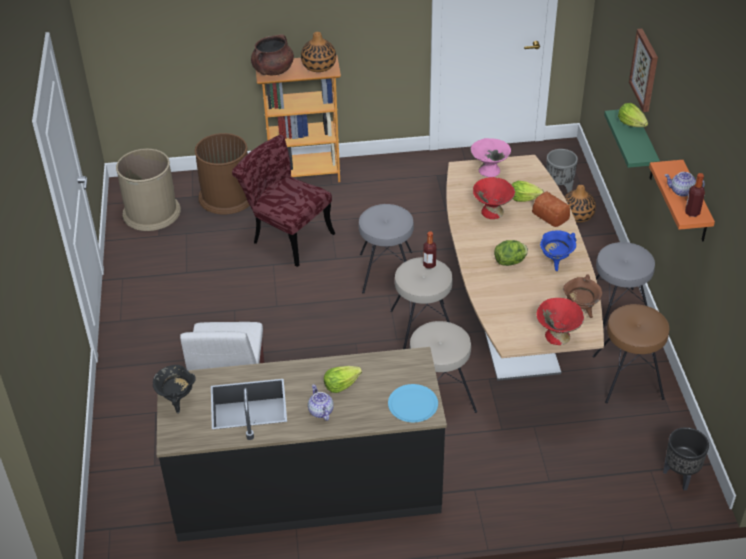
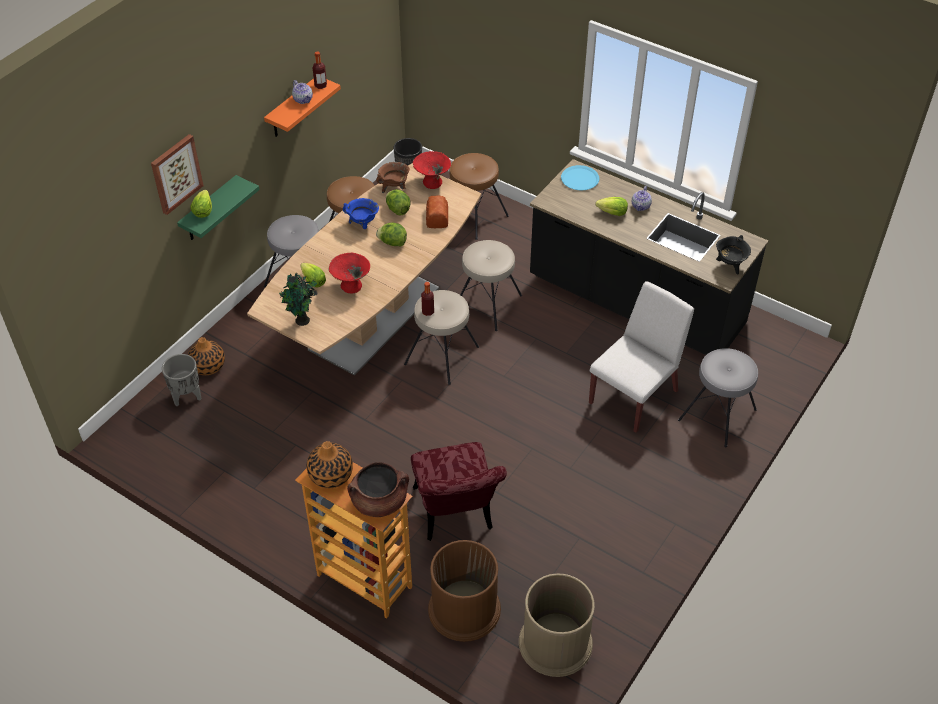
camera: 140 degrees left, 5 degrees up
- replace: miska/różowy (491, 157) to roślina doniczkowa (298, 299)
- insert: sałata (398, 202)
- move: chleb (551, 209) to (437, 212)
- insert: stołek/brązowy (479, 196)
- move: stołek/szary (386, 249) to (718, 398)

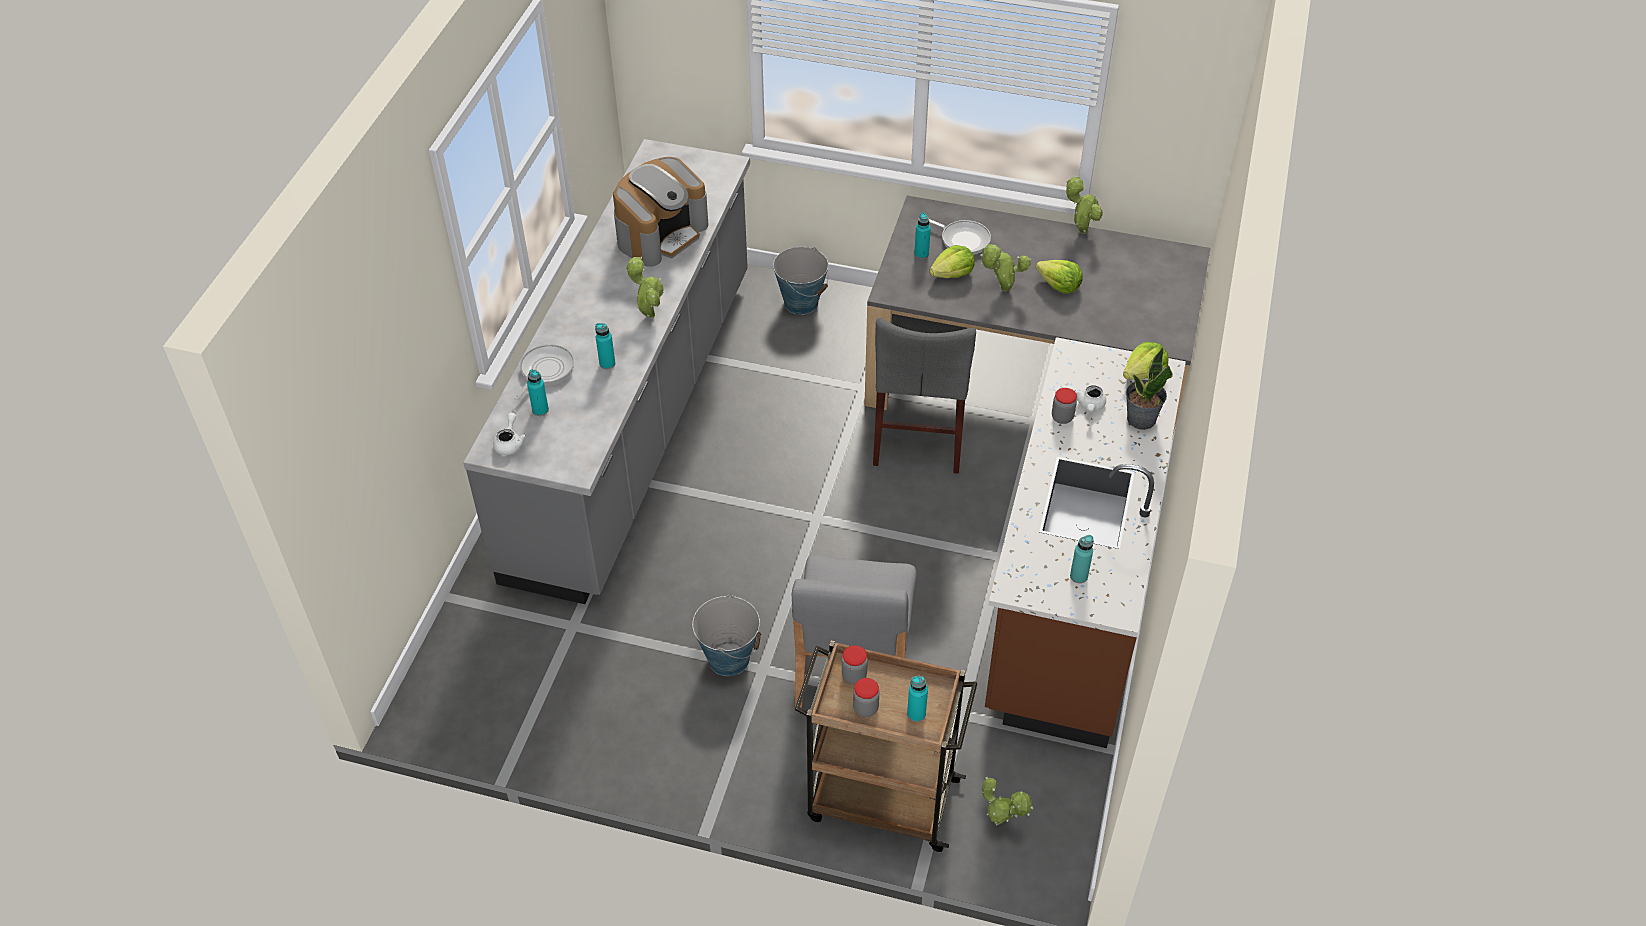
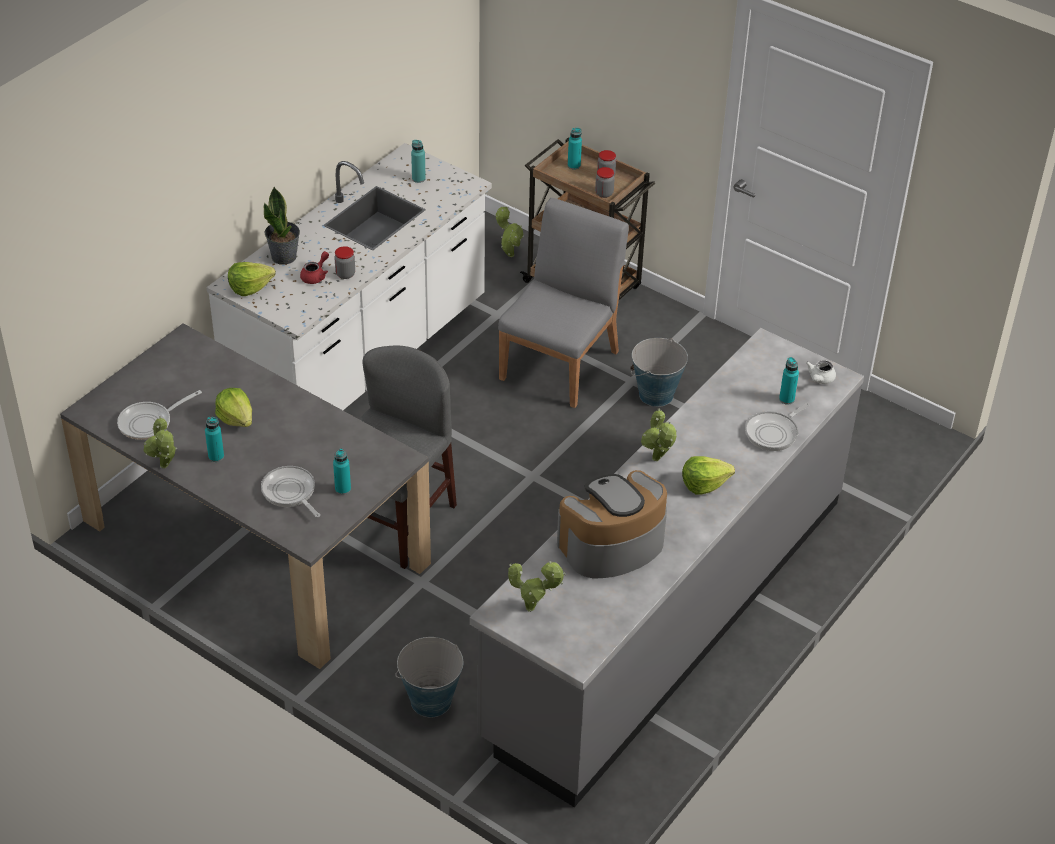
camera: 160 degrees left, 5 degrees down
- insert: patelnia (159, 415)
- move: butelka/turkusowy (605, 346) to (214, 439)
- recolor: zabudowa kuchenna/brązowy (1085, 542) to zabudowa kuchenna/biały (349, 276)
- recolor: imbryk/biały (1090, 398) to imbryk/czerwony (314, 267)
- move: roślina doniczkowa (1005, 267) to (537, 586)
- move: sałata (952, 261) to (708, 475)

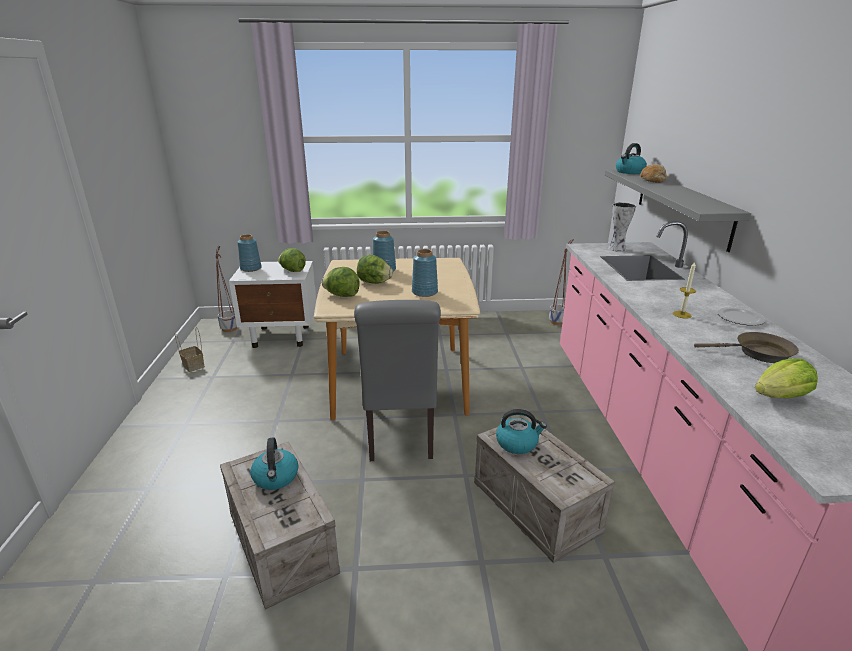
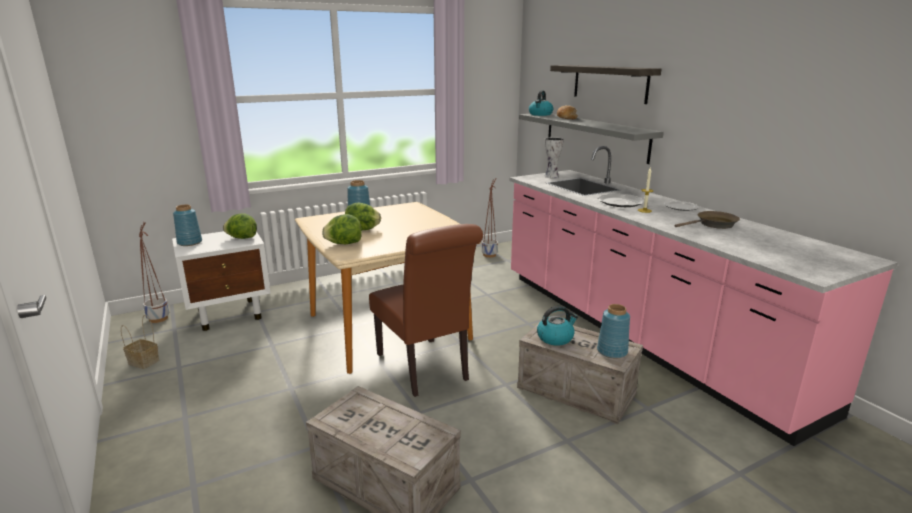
camera: 25 degrees left, 5 degrees down
- recolor: krzesło/szary (397, 380) to krzesło/brązowy (426, 310)
- insert: półka (606, 84)
- move: wazon/niebieski (425, 273) to (613, 331)
- insert: talerz (621, 200)
- delete: czajnik (274, 463)
- delete: sałata (786, 378)

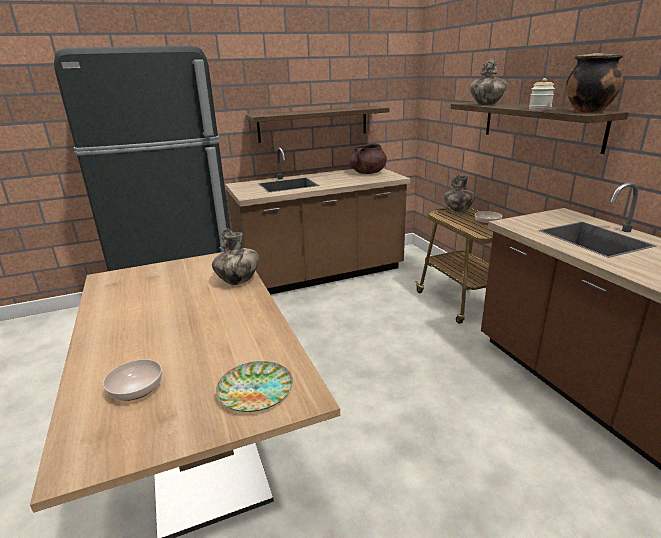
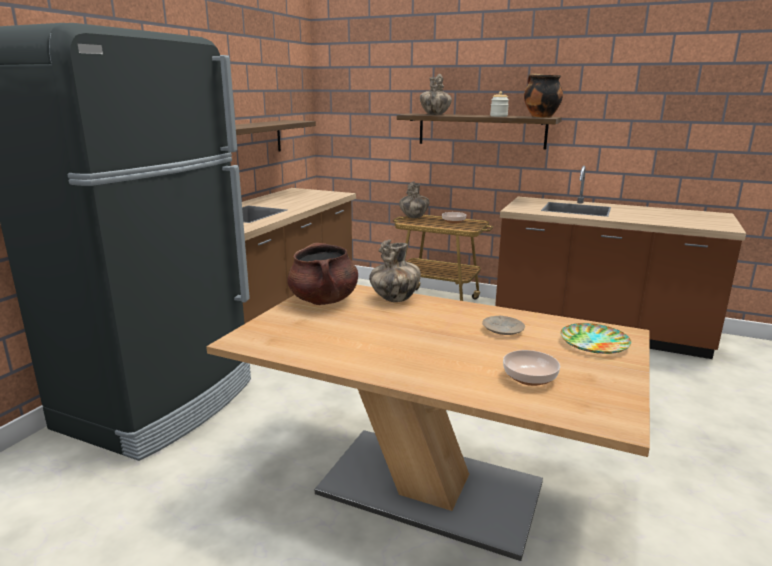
camera: 45 degrees left, 5 degrees down
- move: garnek/brązowy (368, 158) to (322, 274)
- insert: talerz/beżowy (503, 325)

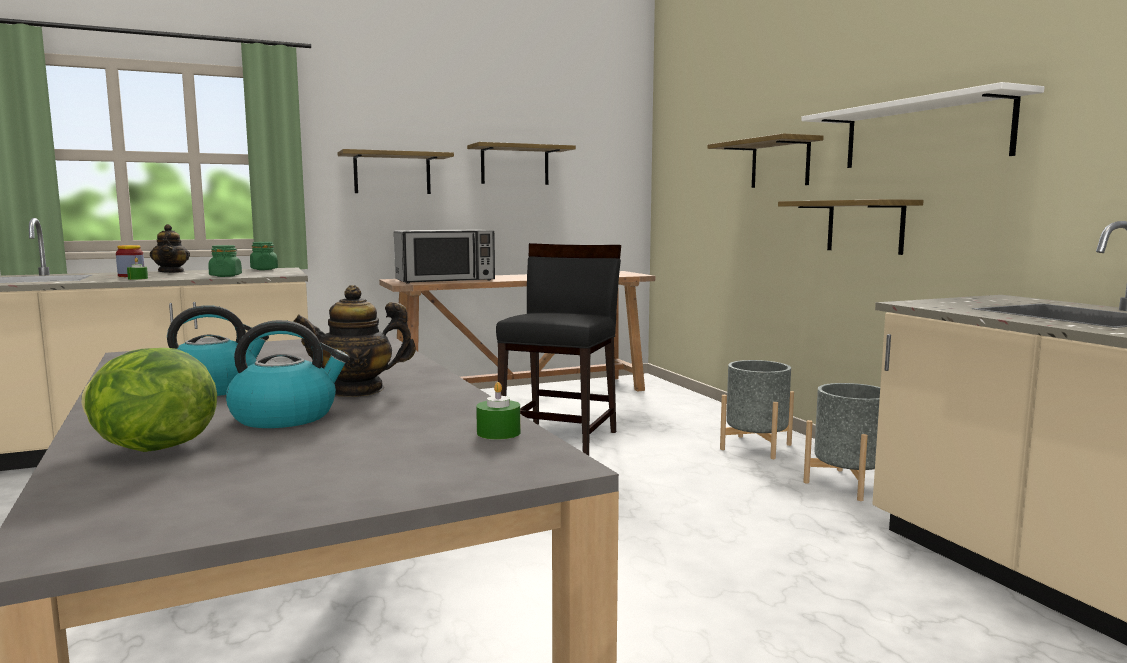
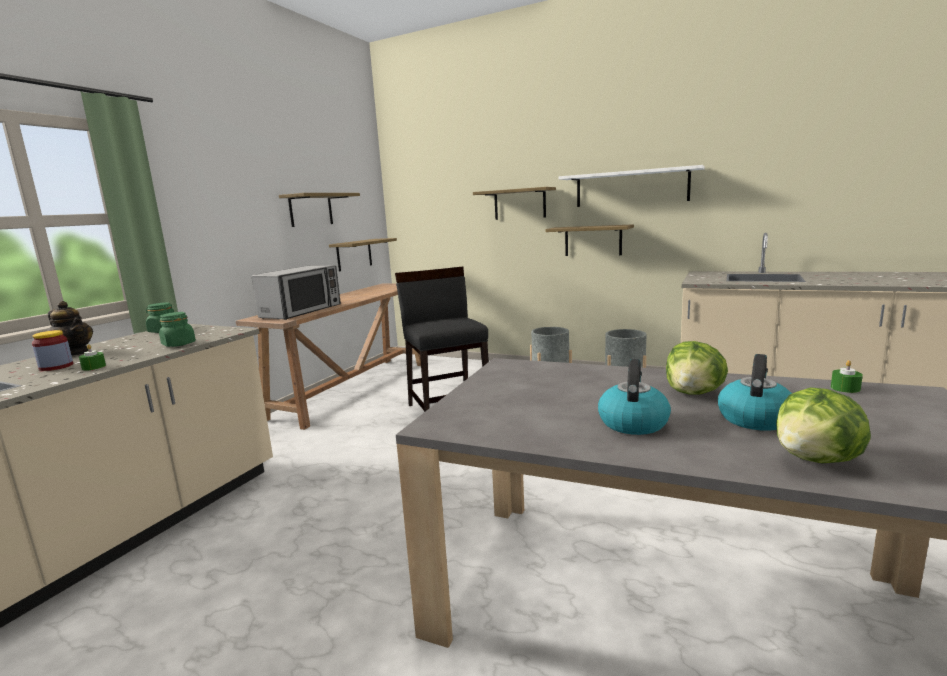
camera: 40 degrees left, 5 degrees up
- move: półka (396, 171) to (363, 255)
- replace: imbryk (354, 341) to sałata (697, 368)

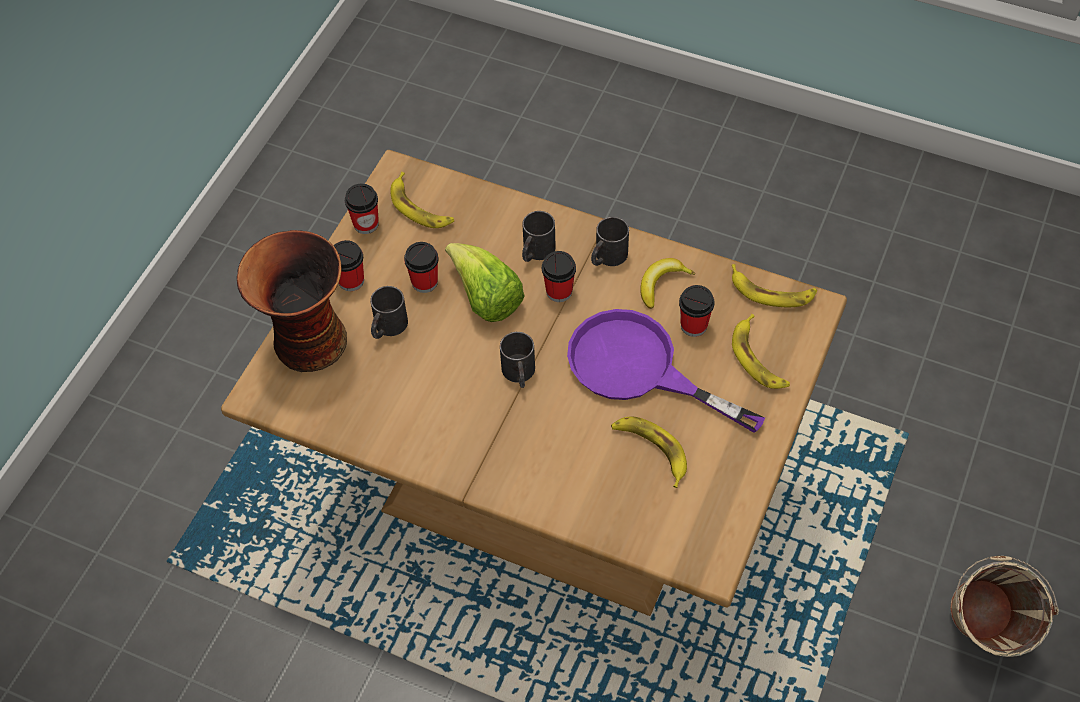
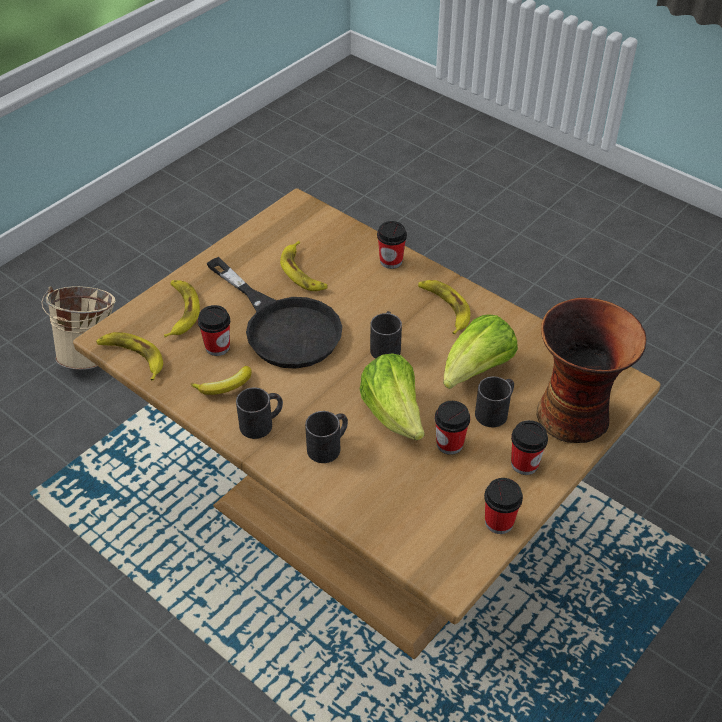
camera: 165 degrees left, 10 degrees down
- recolor: patelnia/fioletowy (666, 371) to patelnia/czarny (274, 313)
- move: filiżanka (559, 276) to (392, 245)
- move: banan (422, 200) to (444, 307)
- insert: sałata (480, 351)

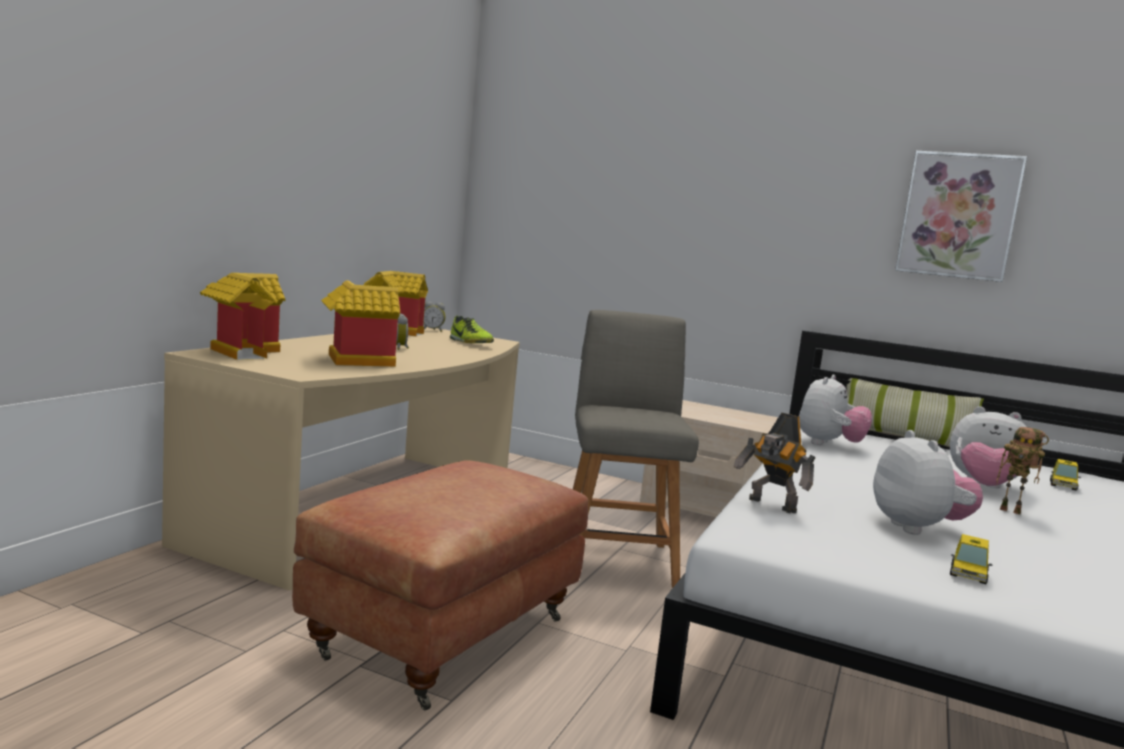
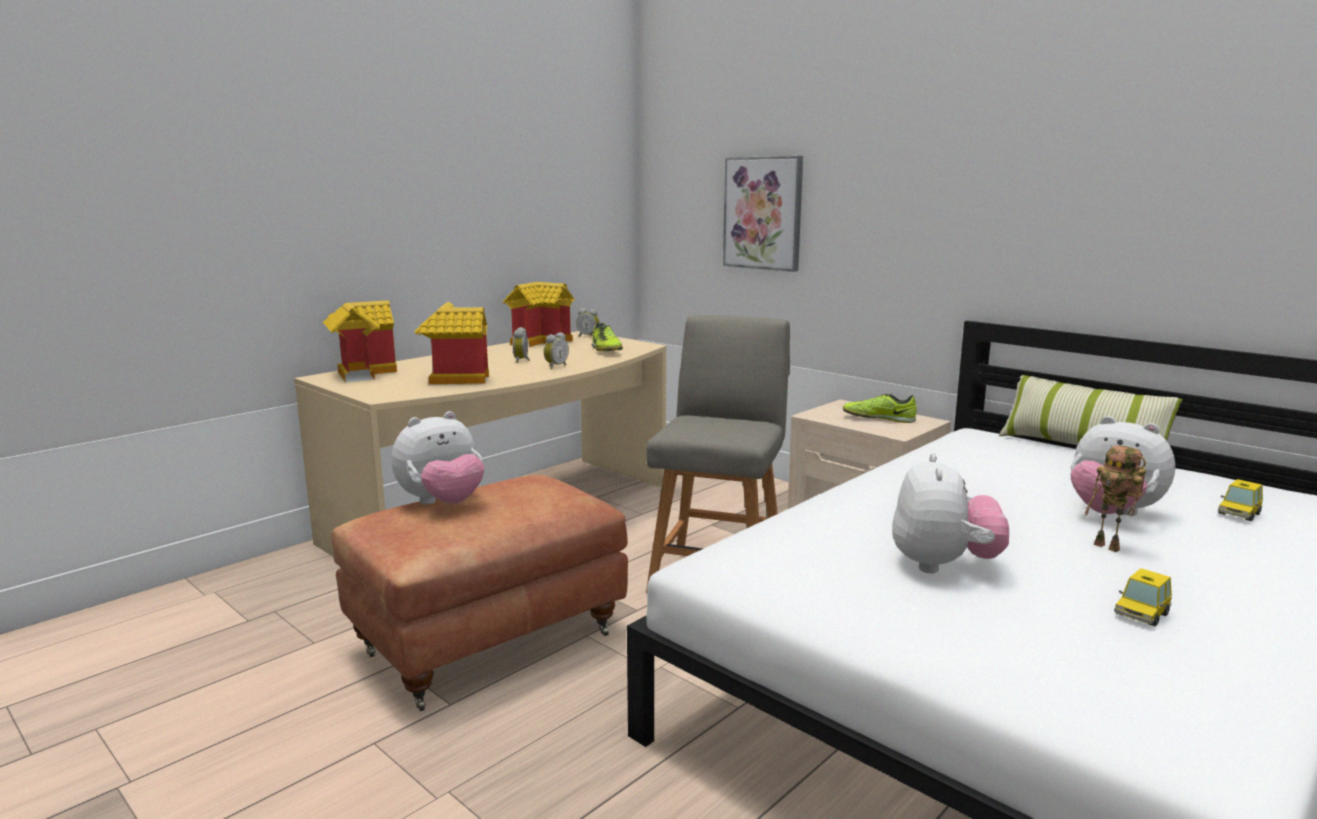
camera: 20 degrees right, 5 degrees up
- move: pluszak (835, 410) to (438, 458)
- insert: budzik (556, 350)
- move: obraz (961, 216) to (763, 214)
- insert: but (880, 408)
- move: samochodzik (971, 559) to (1143, 597)
- delete: robot zabawkowy (774, 462)

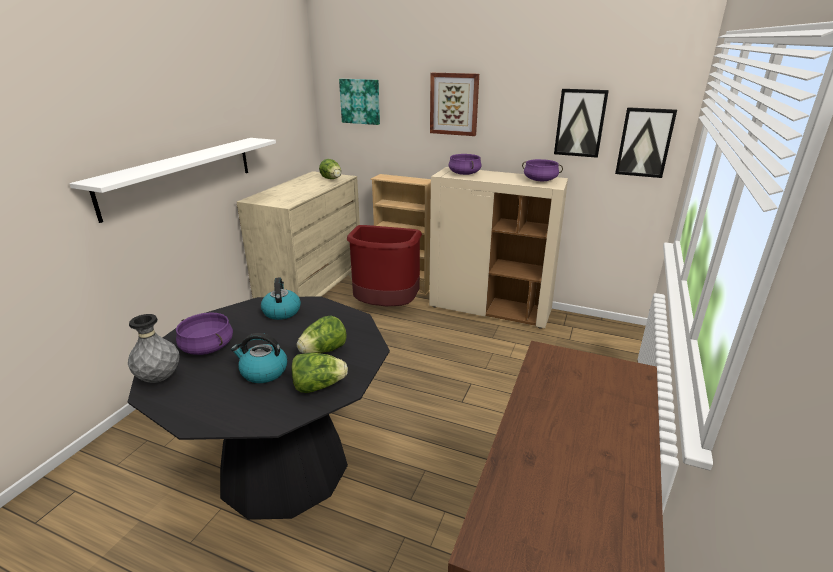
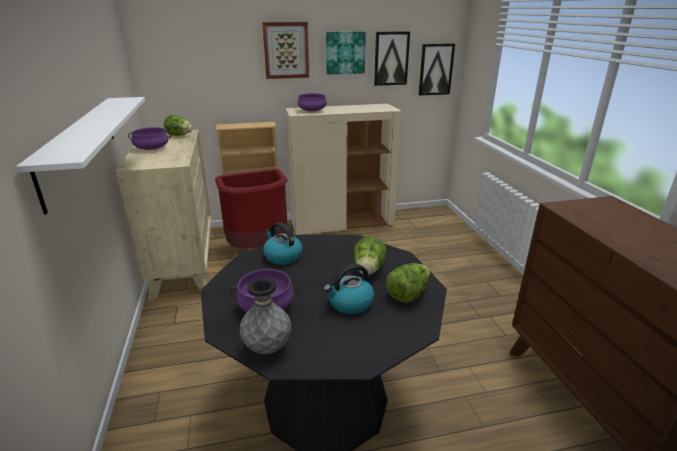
camera: 35 degrees left, 0 degrees up
- move: garnek/fioletowy (542, 170) to (149, 138)
- move: obraz (359, 102) to (346, 53)

